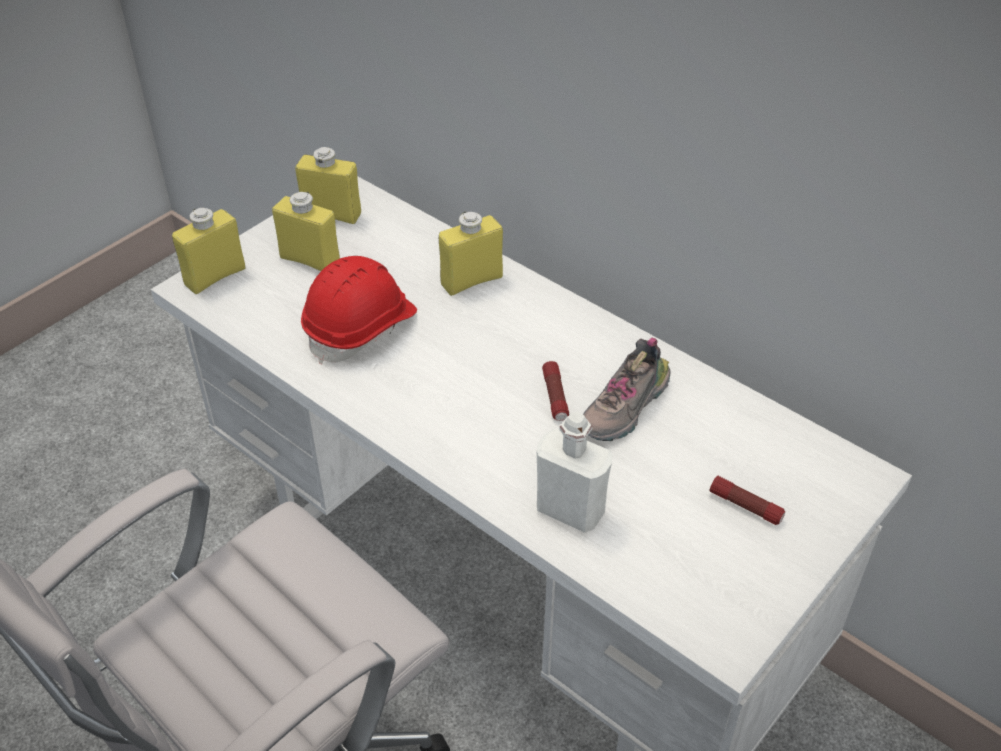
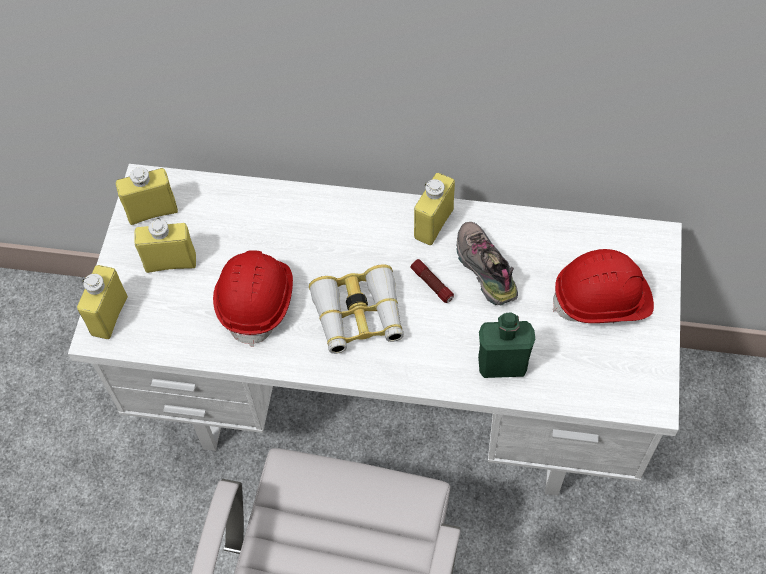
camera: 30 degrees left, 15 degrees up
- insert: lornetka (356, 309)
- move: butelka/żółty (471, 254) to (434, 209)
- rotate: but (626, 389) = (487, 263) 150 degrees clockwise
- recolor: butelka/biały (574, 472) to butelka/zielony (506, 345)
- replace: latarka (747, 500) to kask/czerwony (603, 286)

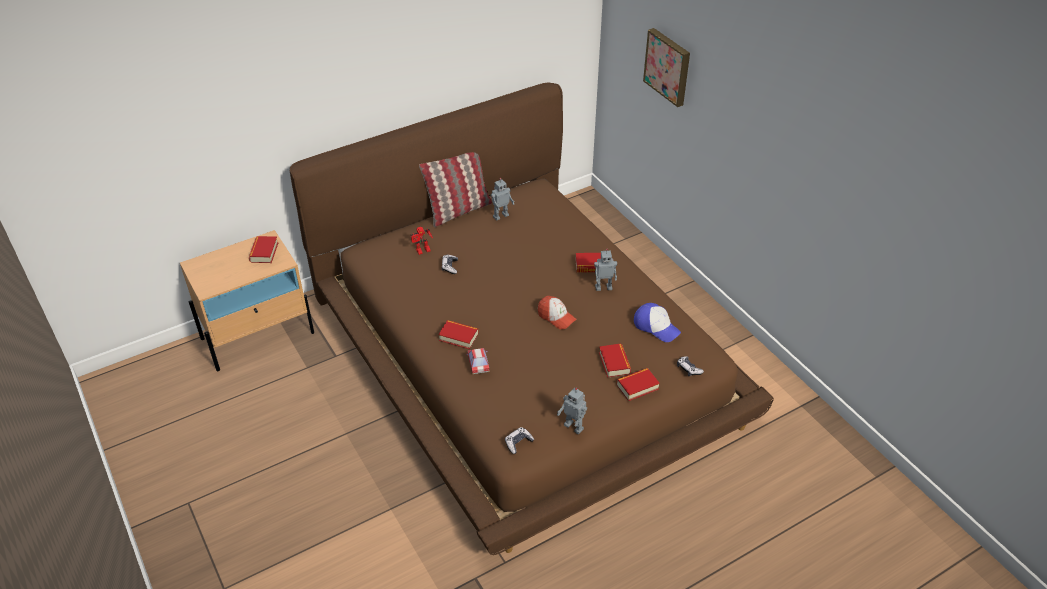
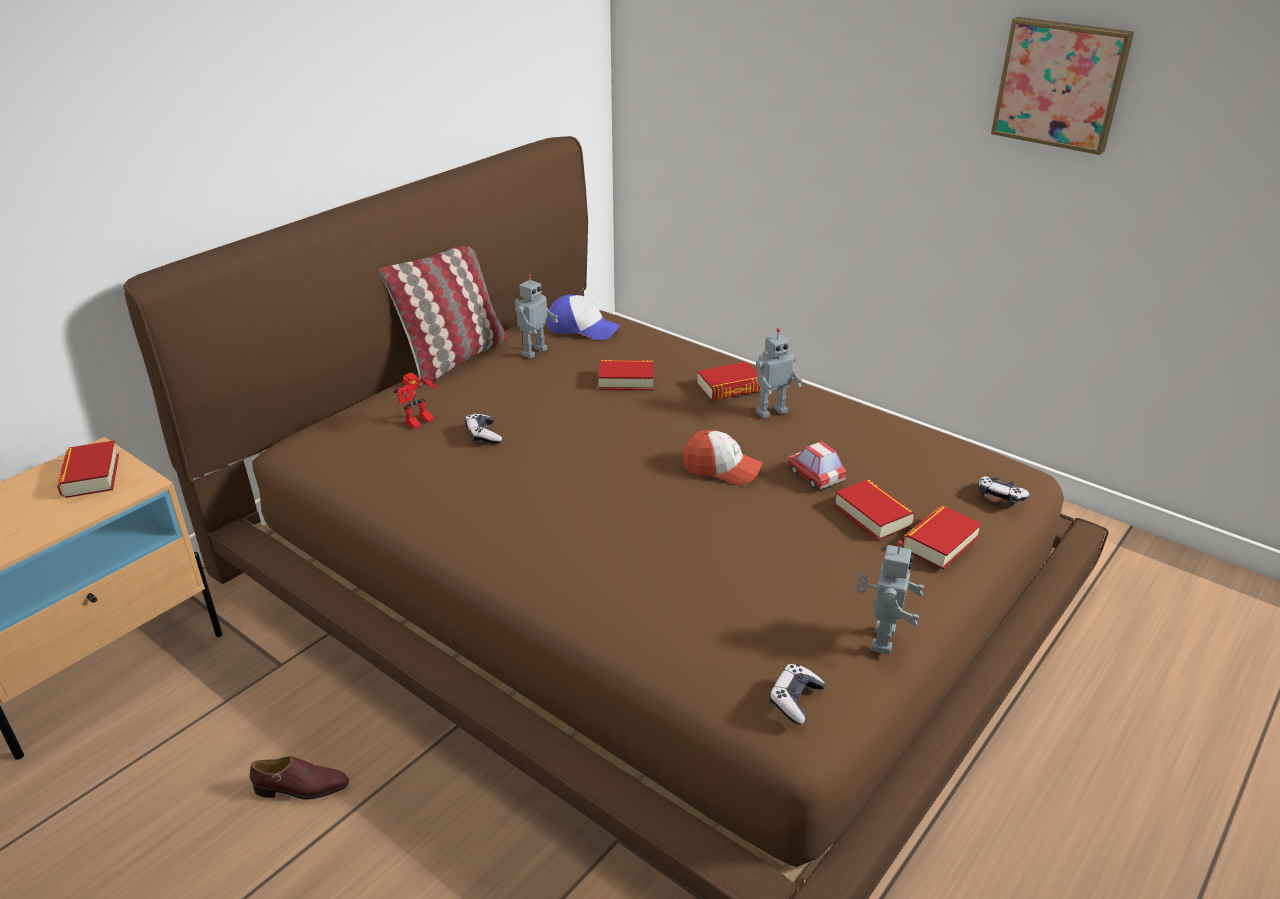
camera: 20 degrees left, 10 degrees down
- insert: but/brązowy (299, 778)
- move: czapka z daszkiem (657, 322) to (584, 317)
- move: książka (458, 334) to (626, 375)
- move: samochodzik (478, 361) to (816, 465)
- rotate: robot zabawkowy (572, 411) = (890, 598) 90 degrees counterclockwise
- move: obraz (666, 67) to (1062, 86)

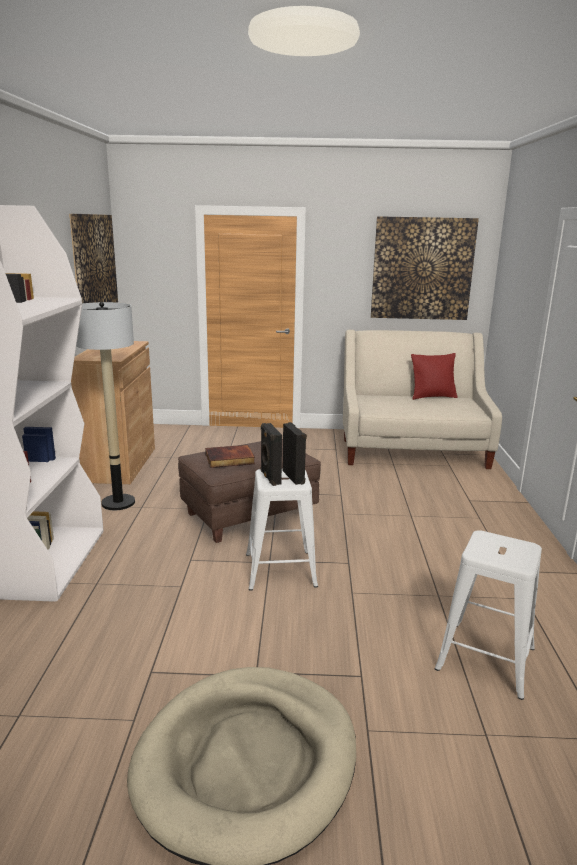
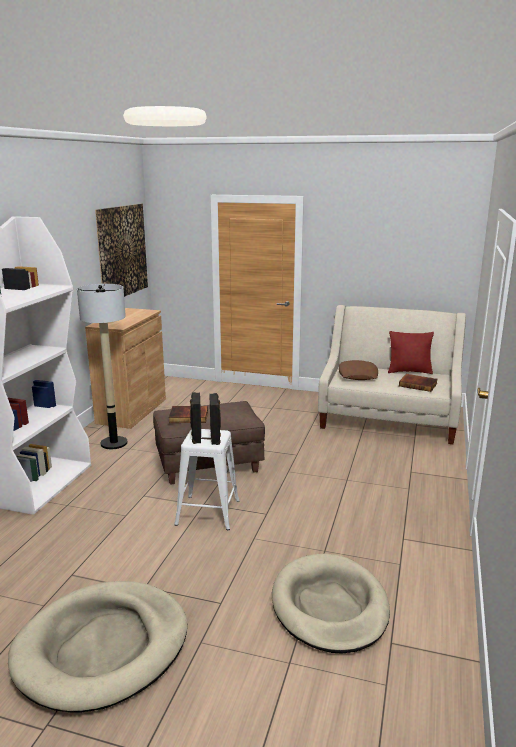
camera: 15 degrees right, 0 degrees up
- replace: stołek/biały (488, 615) to legowisko/beżowy (331, 603)
- insert: poduszka/brązowy (358, 370)
- insert: książka (418, 383)
- delete: obraz (425, 268)

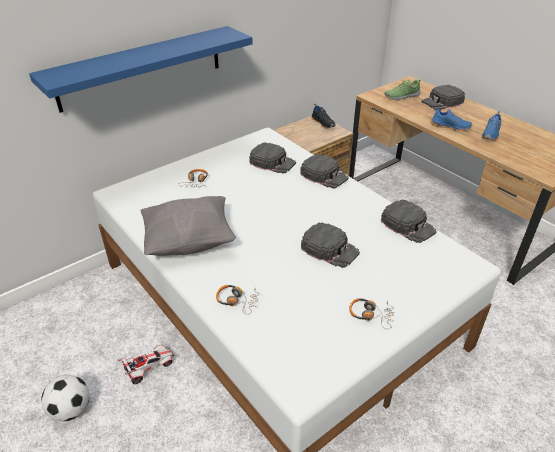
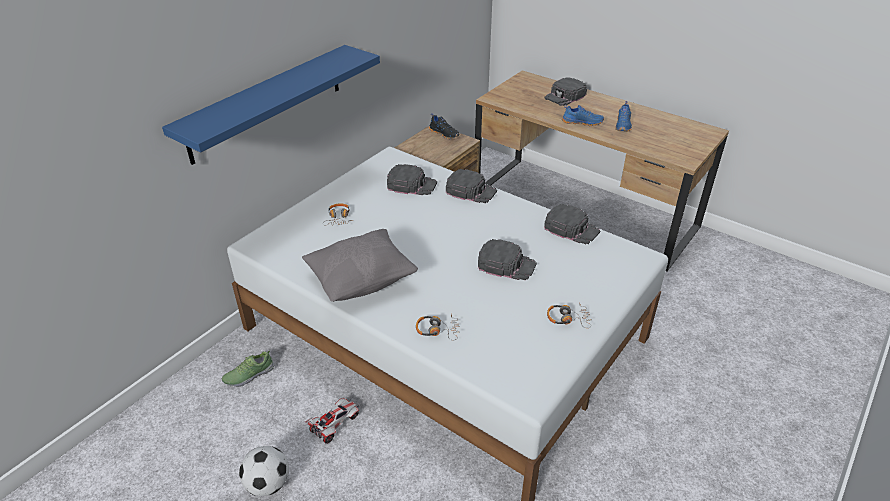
camera: 15 degrees left, 0 degrees up
- move: but (402, 90) to (248, 369)

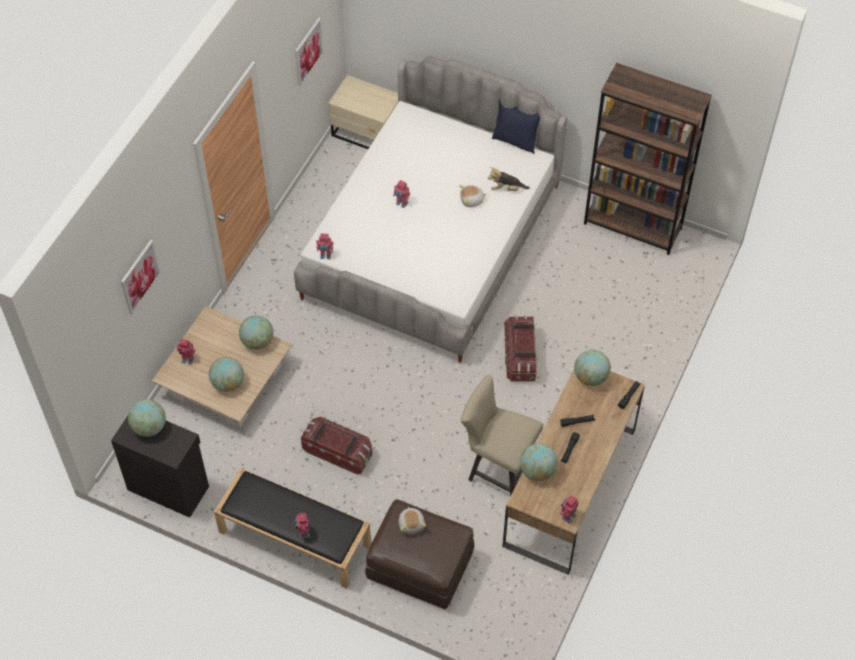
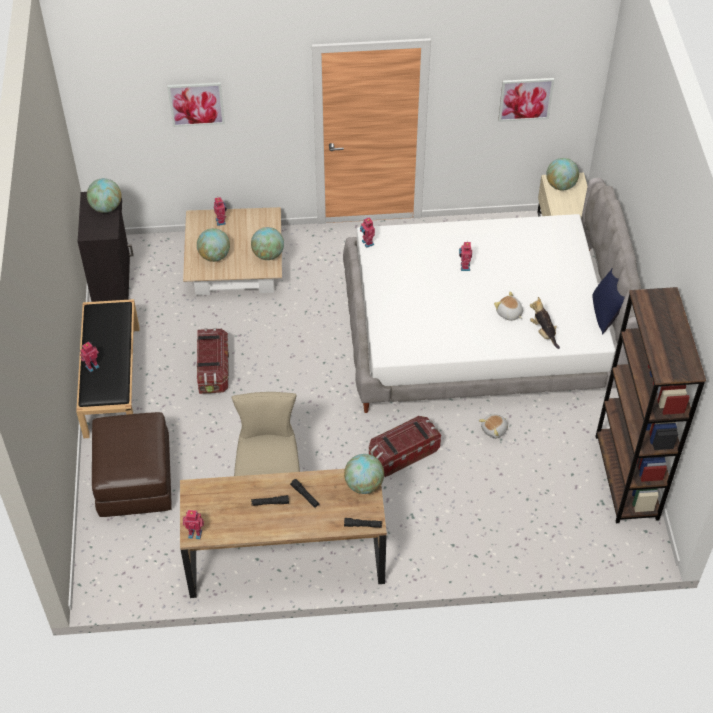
camera: 60 degrees right, 5 degrees down
- move: pluszak (412, 520) to (493, 426)
- move: globus (539, 462) to (562, 174)

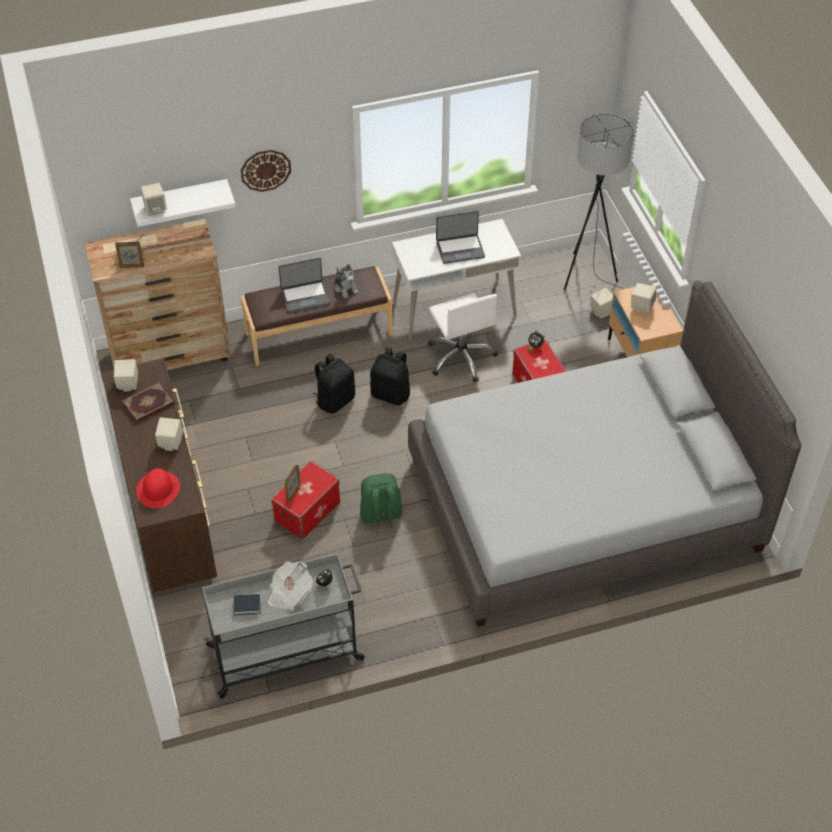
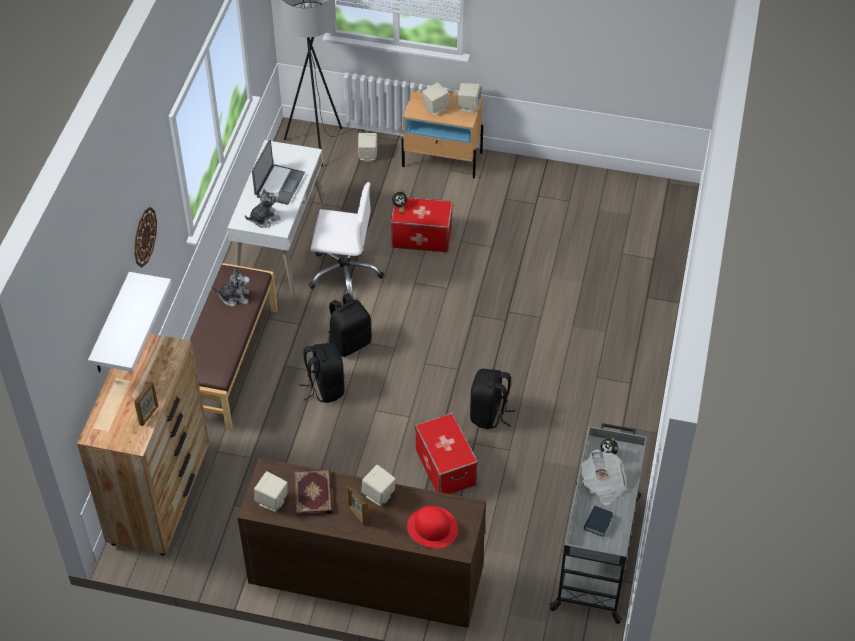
camera: 60 degrees left, 0 degrees up
- insert: pluszak (263, 208)
- move: ramka na zdjęcie (293, 484) to (357, 504)
- move: głośnik/beżowy (154, 199) to (469, 98)
- recolor: plecak/zielony (381, 504) to plecak/czarny (493, 399)
- delete: laptop (304, 285)
- delete: łóżko/szary (604, 453)

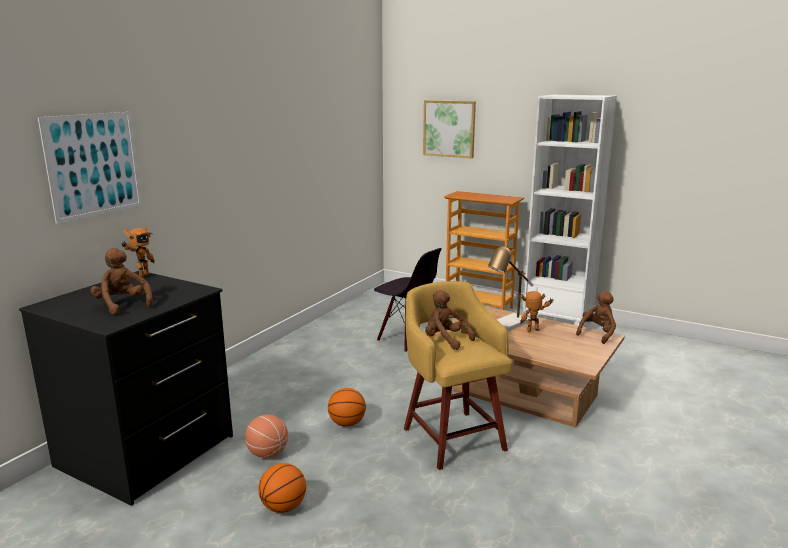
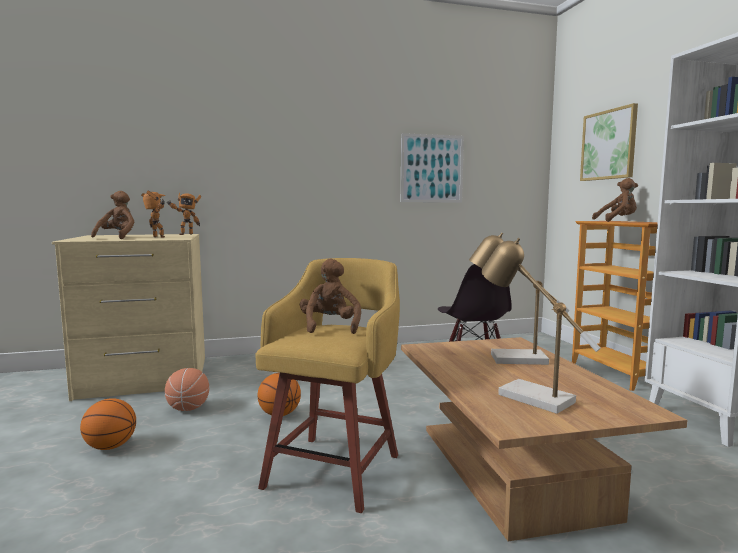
camera: 45 degrees right, 10 degrees down
- recolor: komoda/czarny (126, 388) to komoda/beżowy (128, 317)
- move: robot zabawkowy (536, 311) to (153, 214)
- move: obraz (90, 168) to (432, 168)
- insert: lampa stołowa (541, 326)
- move: pluszak/brązowy (596, 317) to (615, 200)

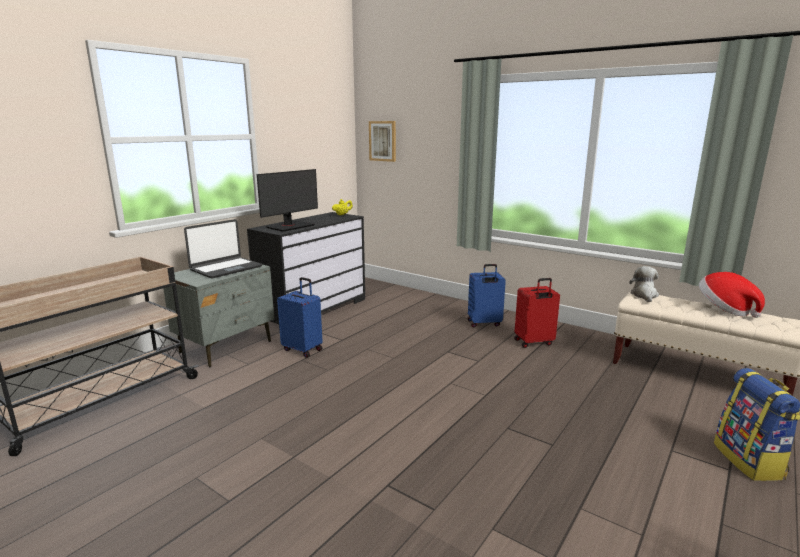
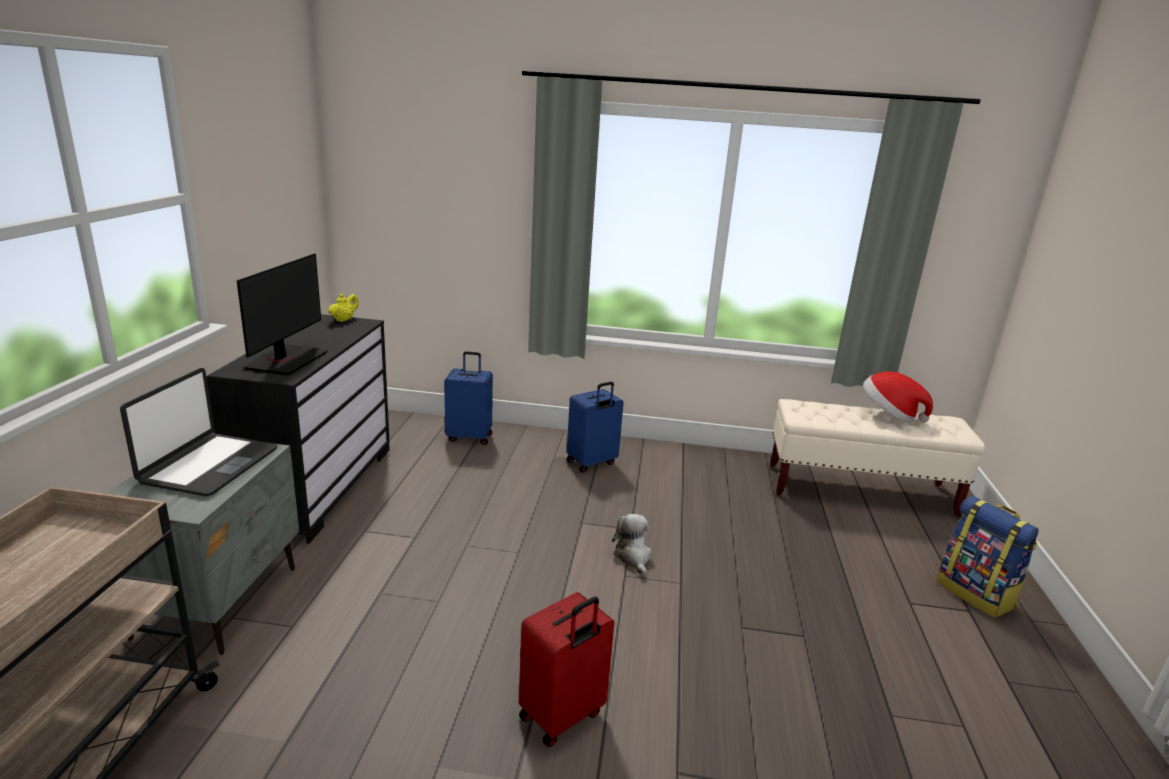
camera: 30 degrees left, 5 degrees up
- move: walizka/niebieski (299, 317) to (468, 398)
- move: walizka/czerwony (537, 313) to (567, 669)
- move: pluszak (644, 284) to (632, 545)
- delete: obraz (382, 141)

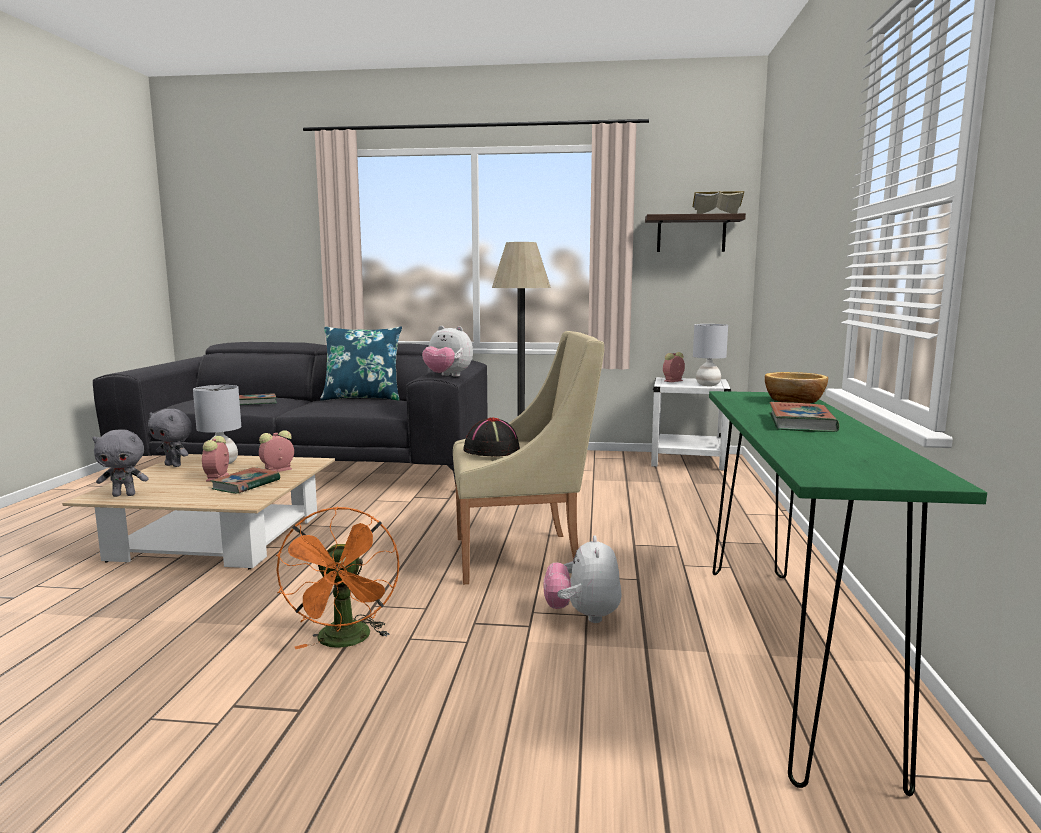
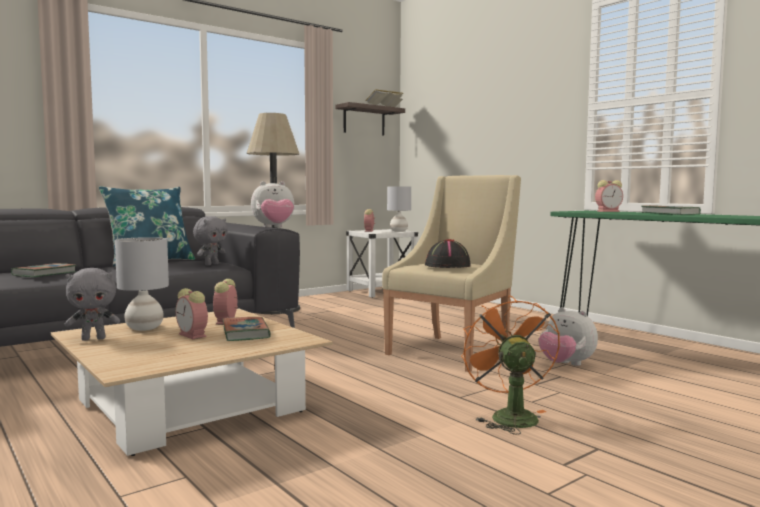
camera: 45 degrees left, 5 degrees down
- move: pluszak/szary (120, 463) to (210, 240)
- rotate: wentylator/pomarańczowy (337, 577) = (510, 365) 135 degrees counterclockwise
- replace: miska (796, 388) to budzik (609, 196)

